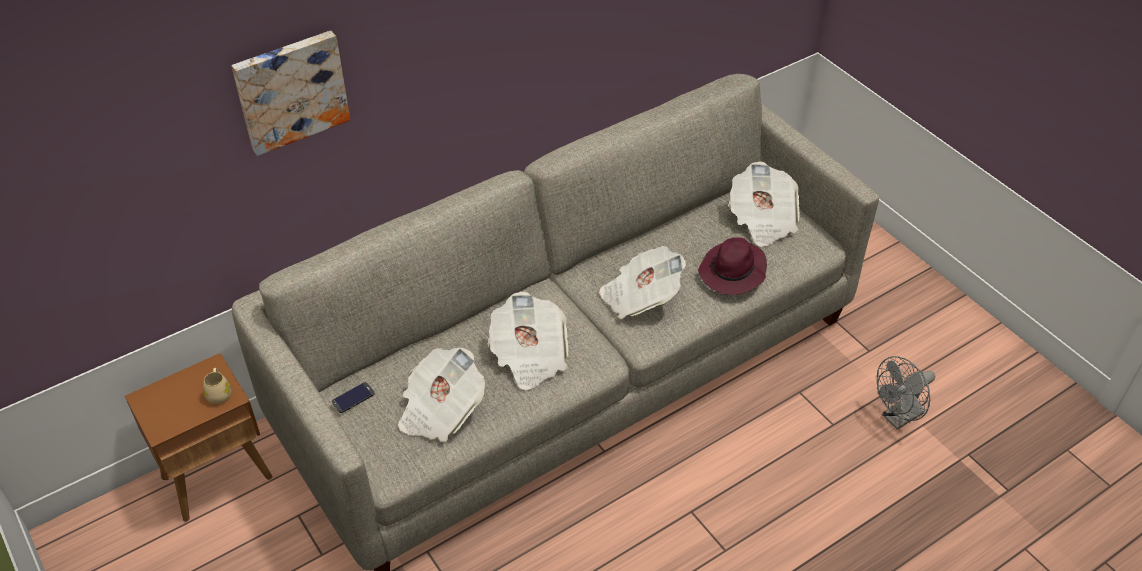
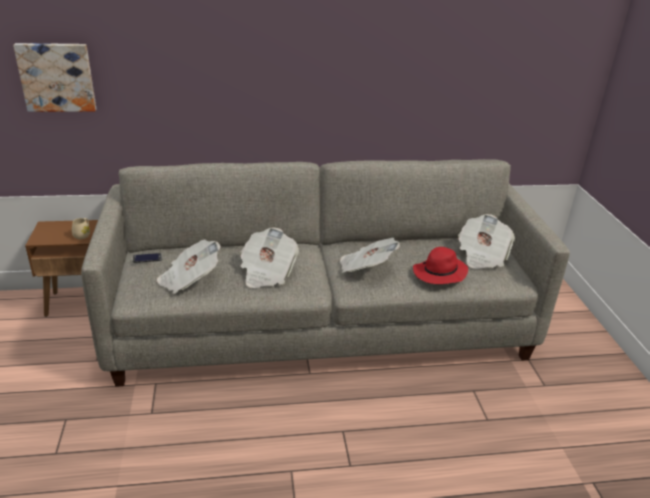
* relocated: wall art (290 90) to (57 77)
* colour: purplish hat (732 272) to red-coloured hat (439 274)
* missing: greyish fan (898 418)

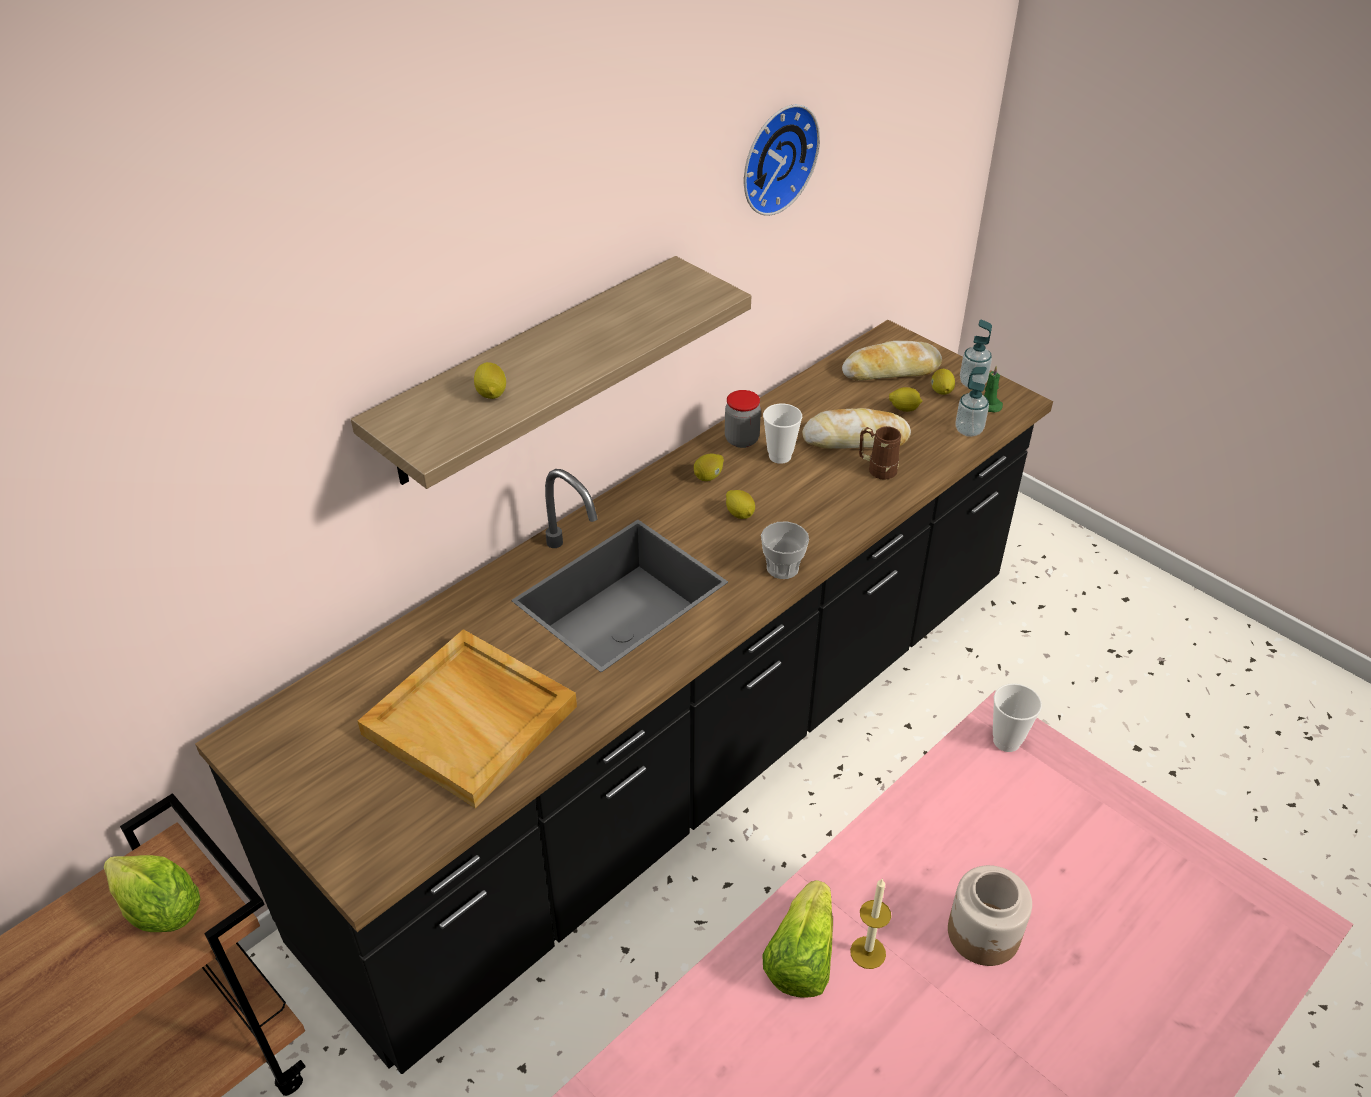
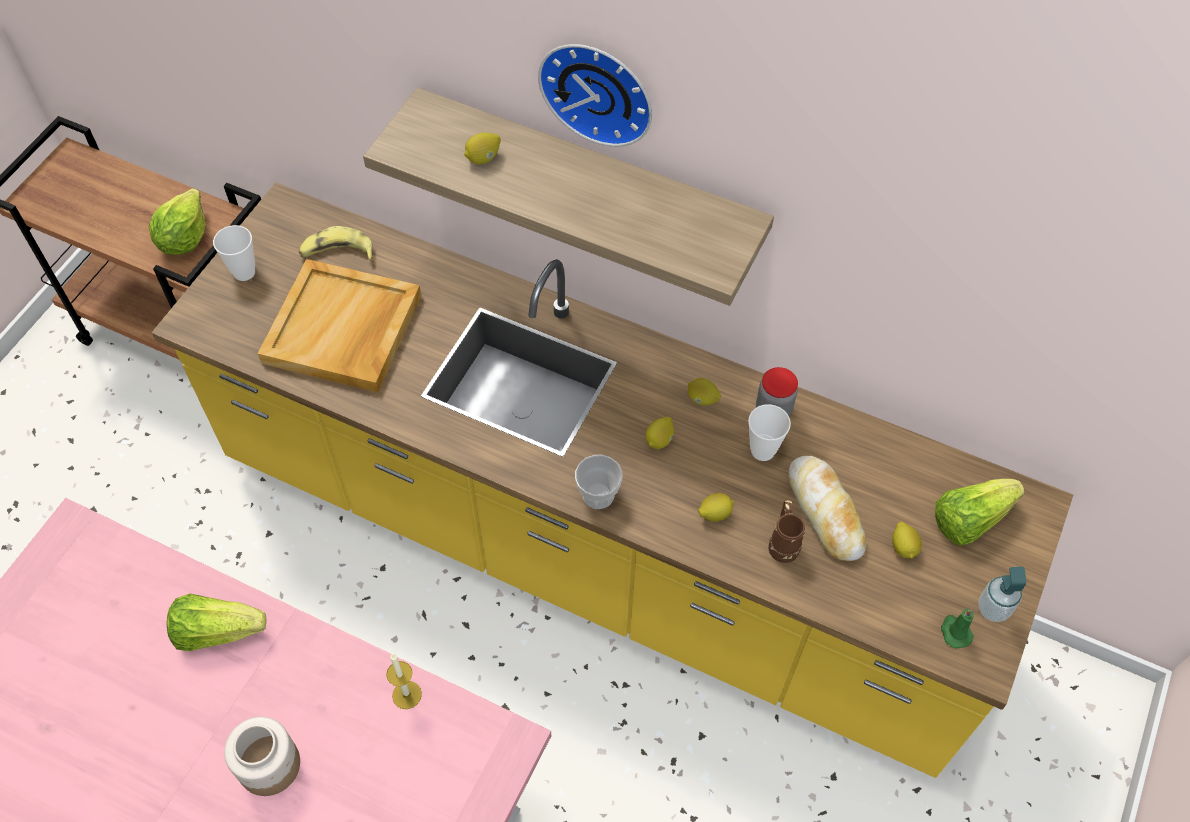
* colour: blackish kitchen base unit (685 751) to yellow-coloured kitchen base unit (593 548)
* relocated: clock on the wall (775 157) to (599 89)
* exchanged: baked bread (891 370) to lettuce (969 519)
* relocated: wax candle (868 952) to (406 695)
* relocated: lemon (941 392) to (714 513)
* missing: soap dispenser (968 430)
* relocated: cup (1006 741) to (244 272)
* appeared: whole banana (337 252)

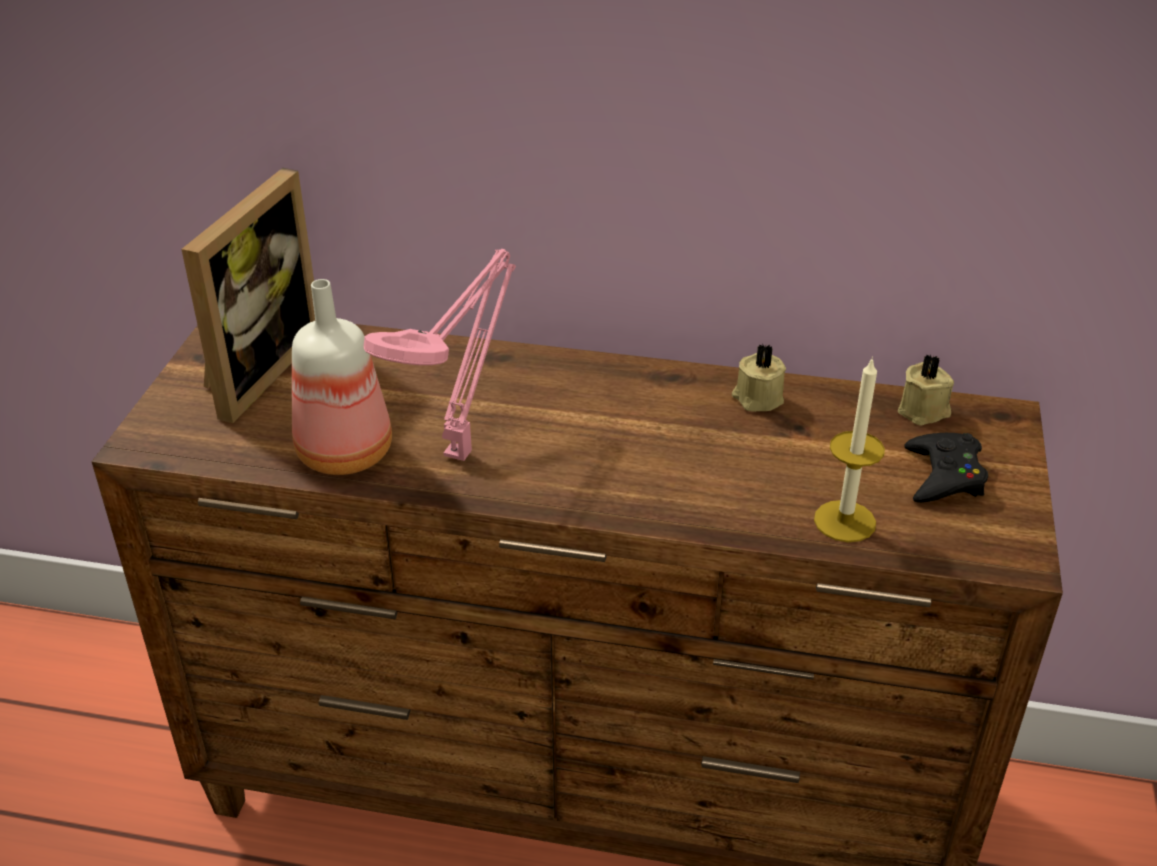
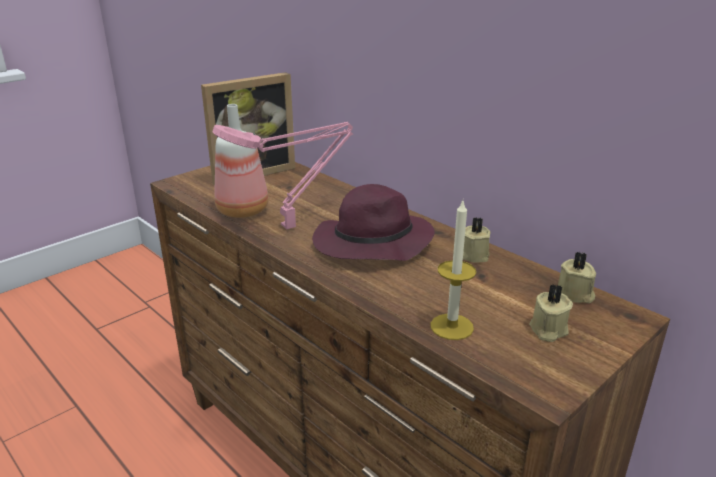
* exchanged: blackish game controller (944 476) to beige wax candle (547 330)
* appeared: purplish hat (371 244)

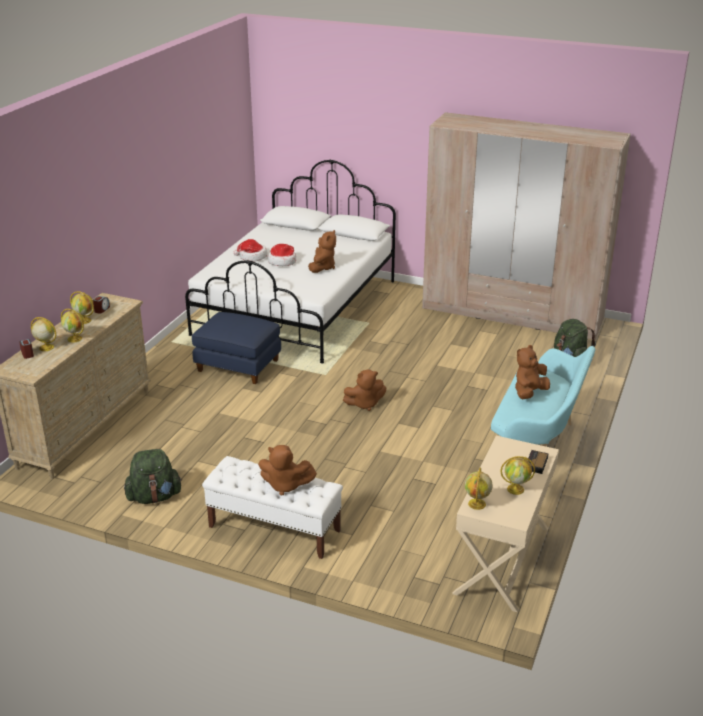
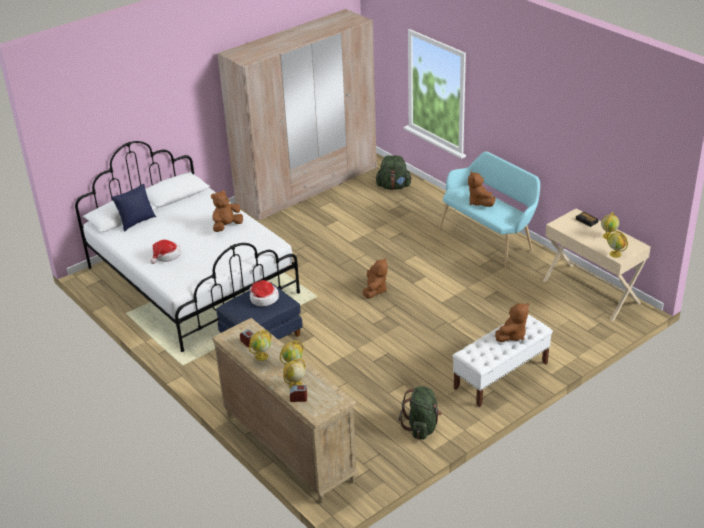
* relocated: hat (282 261) to (263 298)
* spun: brown cuddly toy (322 267) = (227 226) 90 degrees counterclockwise
* appeared: blue cushion (136 222)

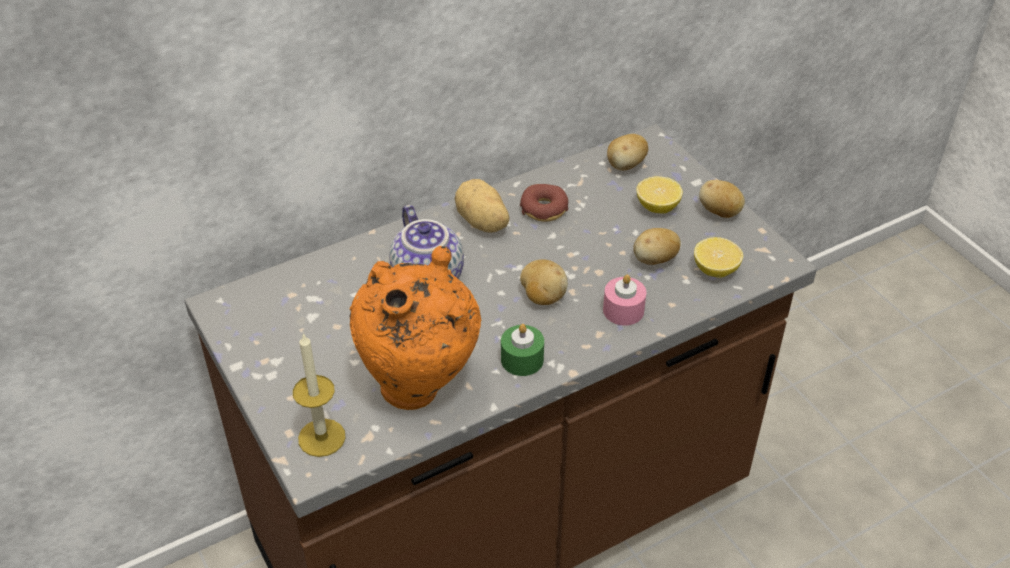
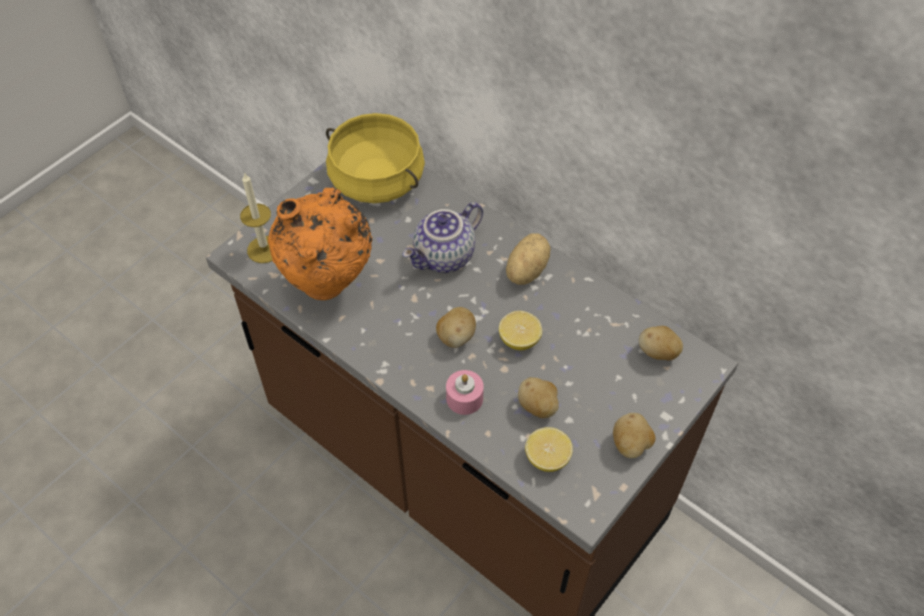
* missing: greenish wax candle (522 359)
* missing: ring doughnut (544 209)
* relocated: lemon (657 207) to (519 340)
* appeared: yellow-coloured stockpot (376 180)

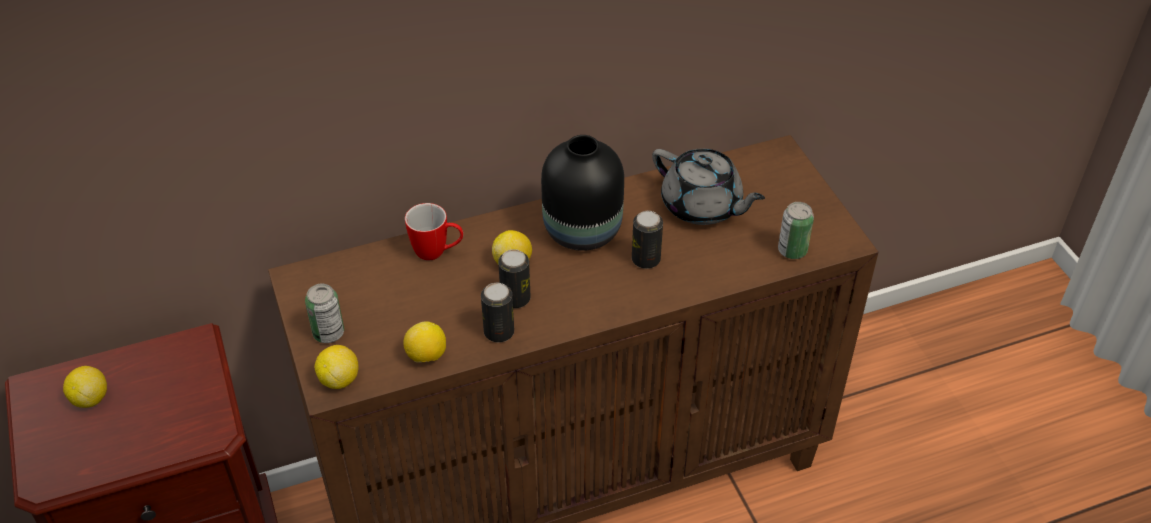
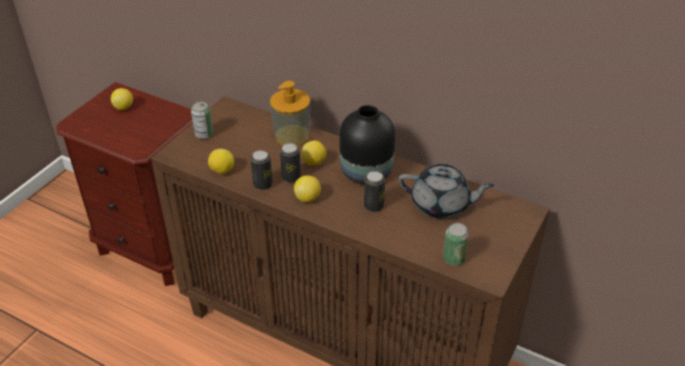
* relocated: lemon (339 379) to (308 198)
* exchanged: coffee mug (437 252) to soap dispenser (292 136)
* spun: greyish teapot (702 206) = (441 205) 75 degrees counterclockwise

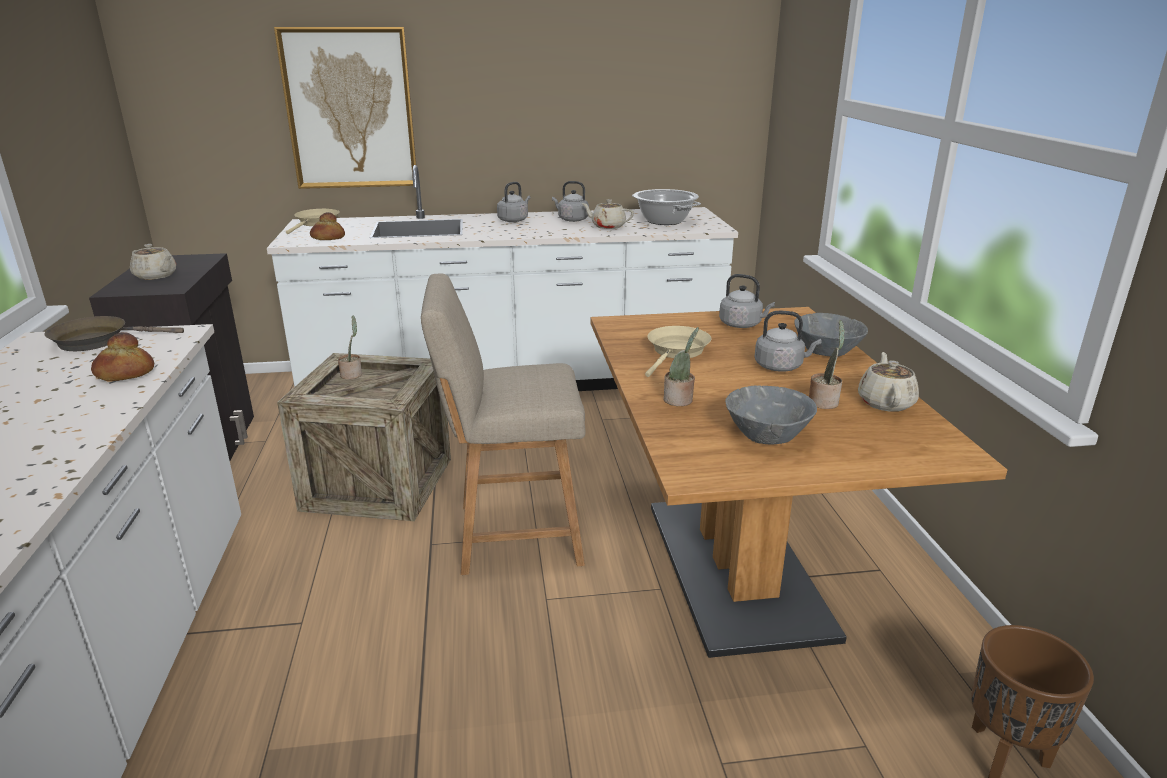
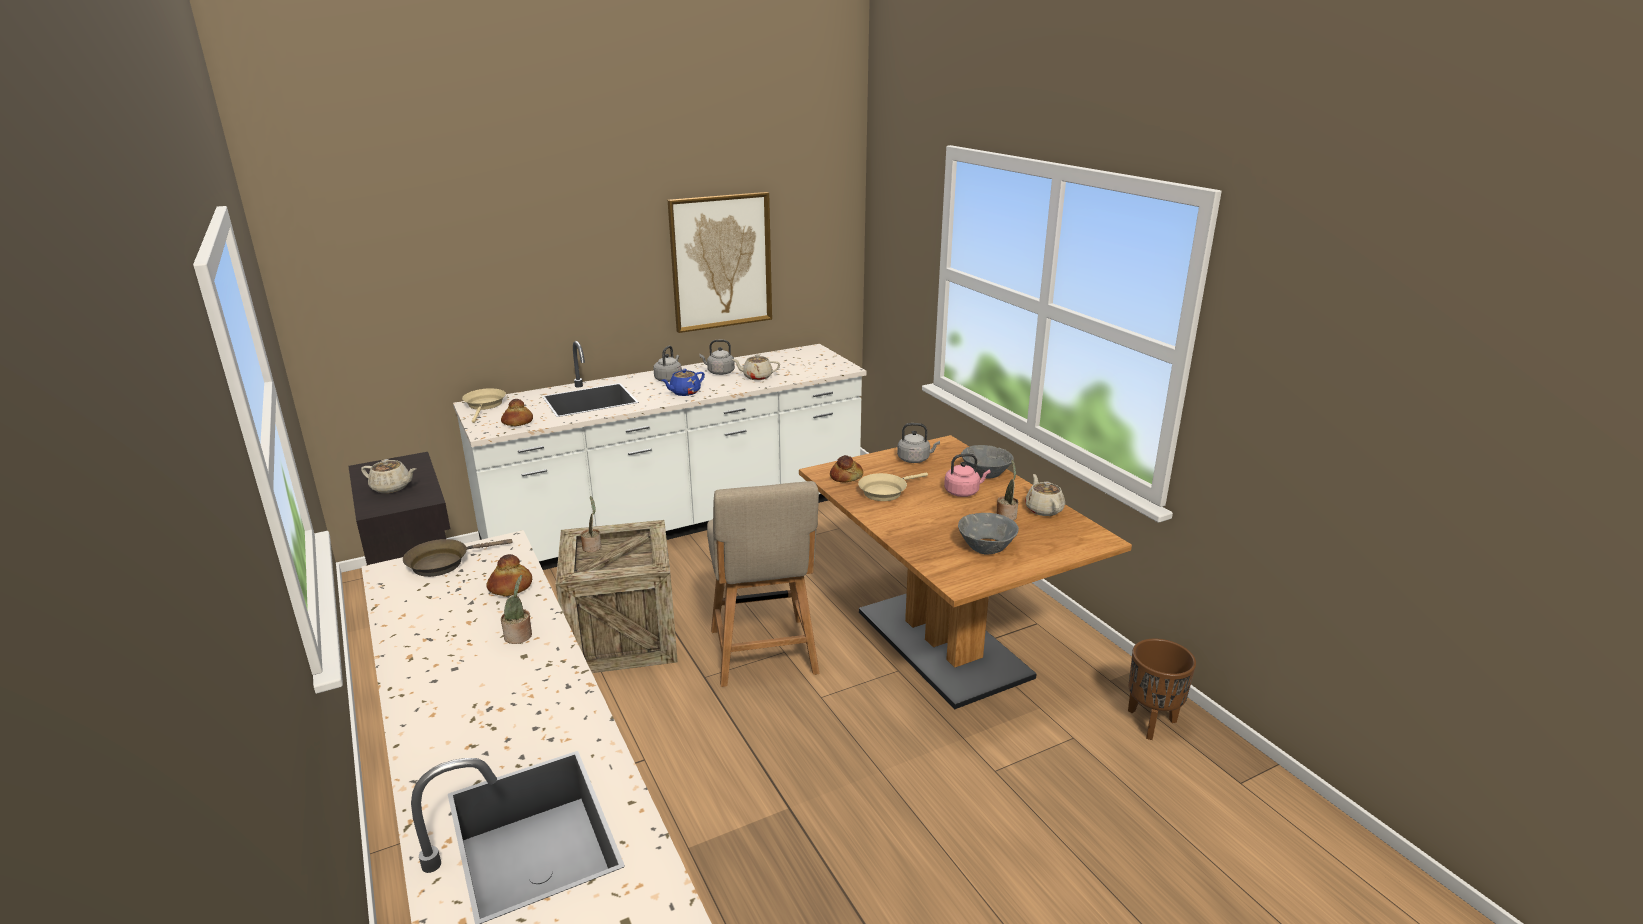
* relocated: wall art (350 109) to (721 262)
* spun: beige plain chair (511 534) = (764 655) 75 degrees counterclockwise
* missing: stockpot (664 221)
* spun: beige frying pan (676 352) = (885 491) 135 degrees counterclockwise
* relocated: houseplant (679 400) to (519 636)
* colour: greyish kettle (781 366) to pink-coloured kettle (963 492)
* appeared: blue teapot (684 392)
* appeared: baked bread (846 477)

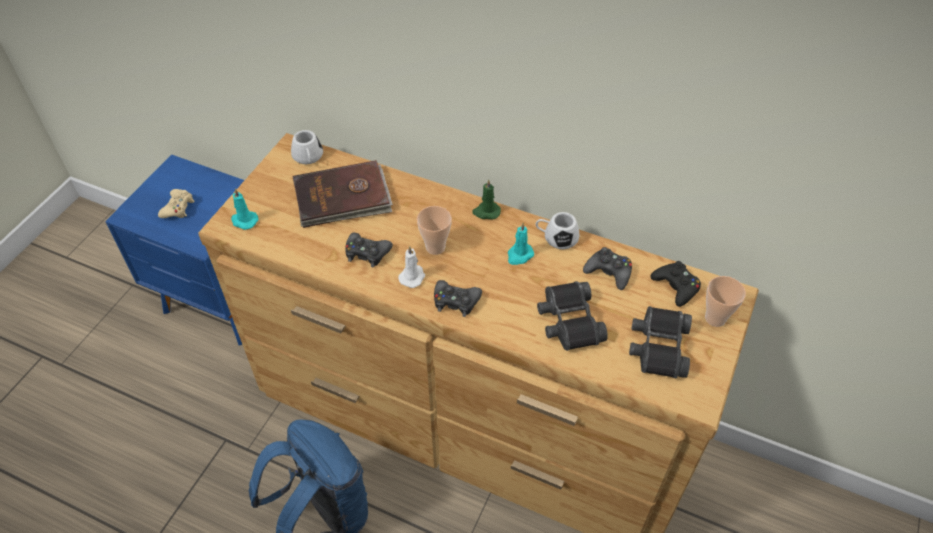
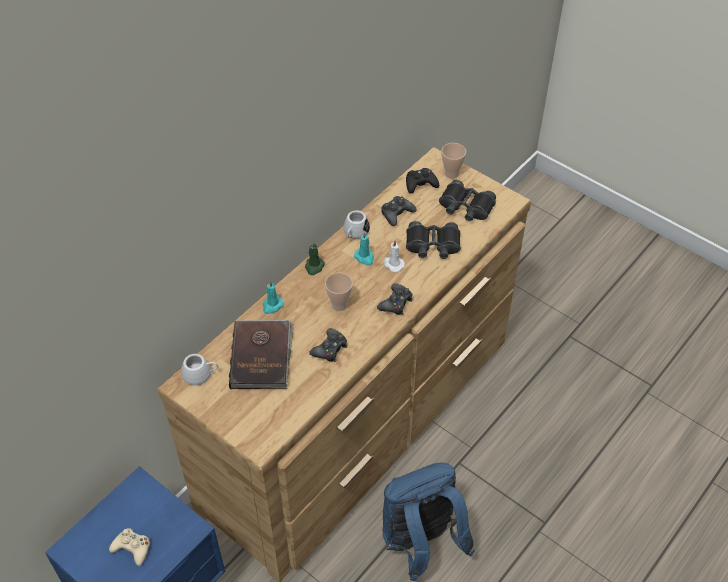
* relocated: turquoise-coloured wax candle (244 221) to (272 306)
* relocated: white wax candle (412 276) to (393 264)

